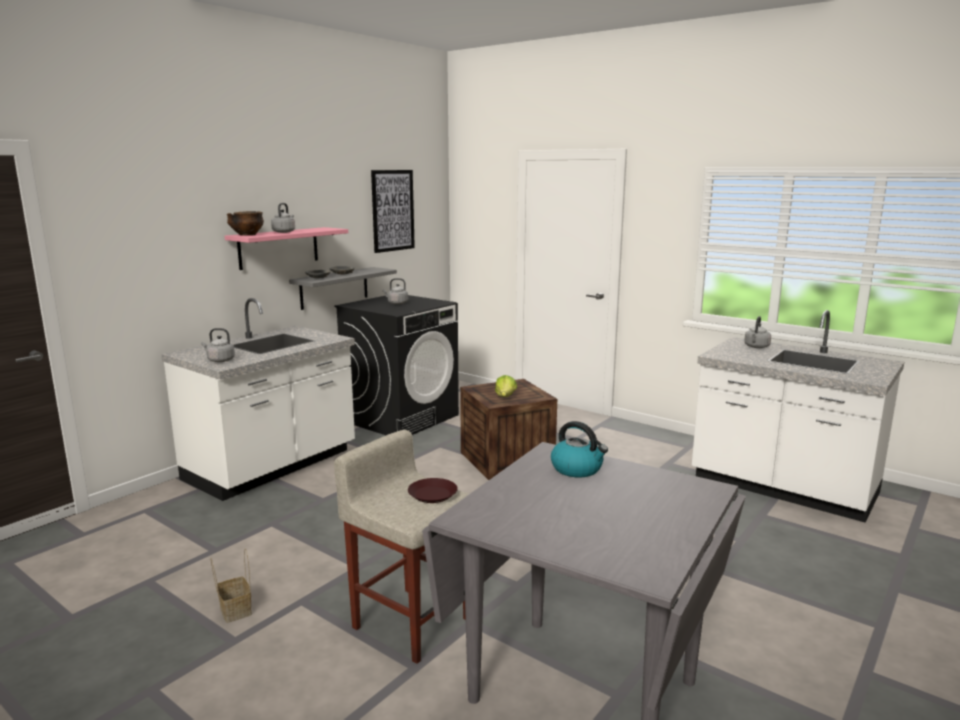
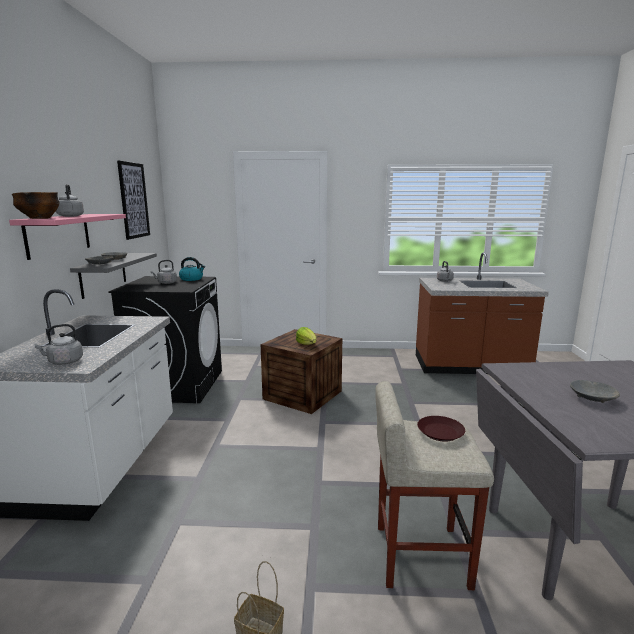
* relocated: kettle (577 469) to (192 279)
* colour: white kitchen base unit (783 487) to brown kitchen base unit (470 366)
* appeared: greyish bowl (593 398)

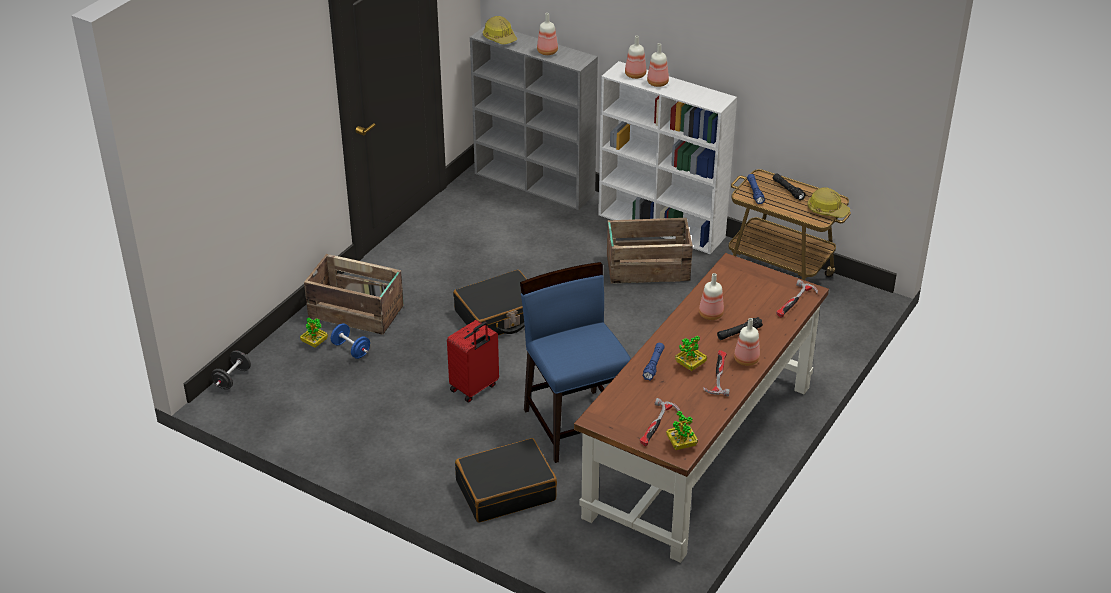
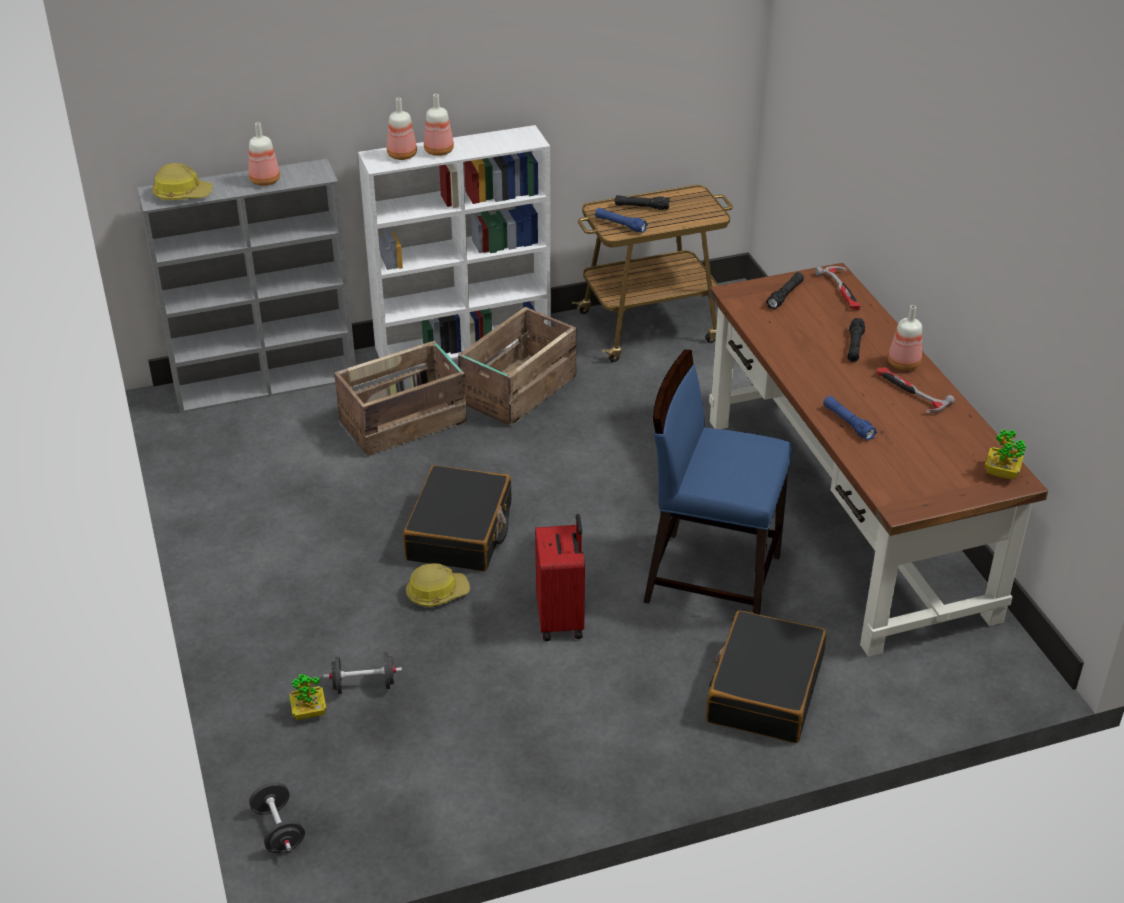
* relocated: shipping crate (357 312) to (405 422)
* colour: blue dumbbell (351 349) to blackish dumbbell (364 685)
* missing: hammer (657 426)
* missing: houseplant (690 365)
* missing: beverage bottle (711 315)
* relocated: hard hat (827 210) to (437 593)
* appeared: blackish hand torch (785 295)

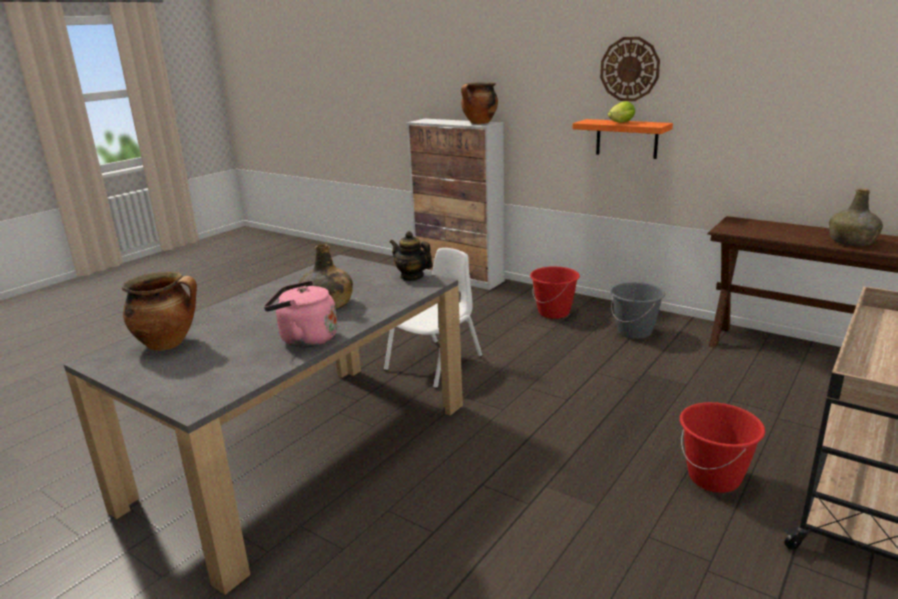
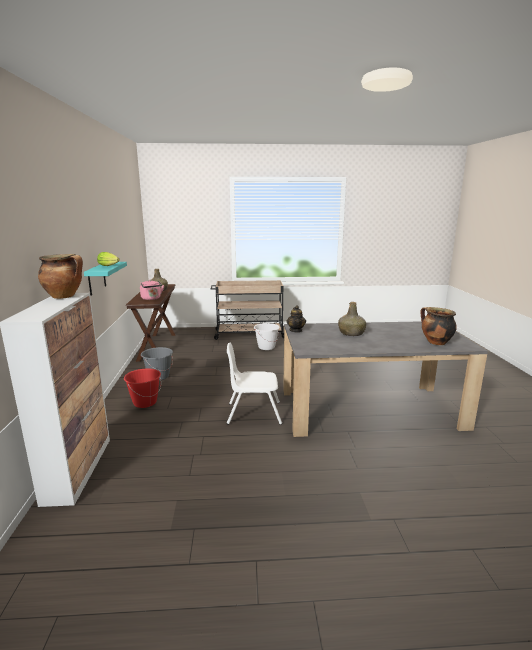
* relocated: pink-coloured kettle (305 339) to (151 299)
* colour: orangey wall shelf (626 138) to turquoise-coloured wall shelf (96 278)
* missing: clock on the wall (629 69)
* colour: red-coloured bucket (714 478) to white bucket (266 347)

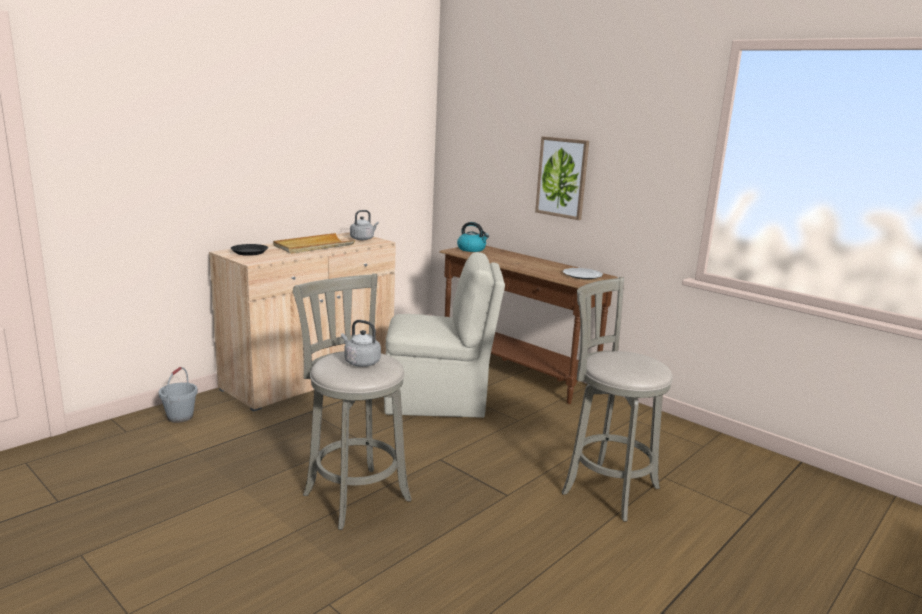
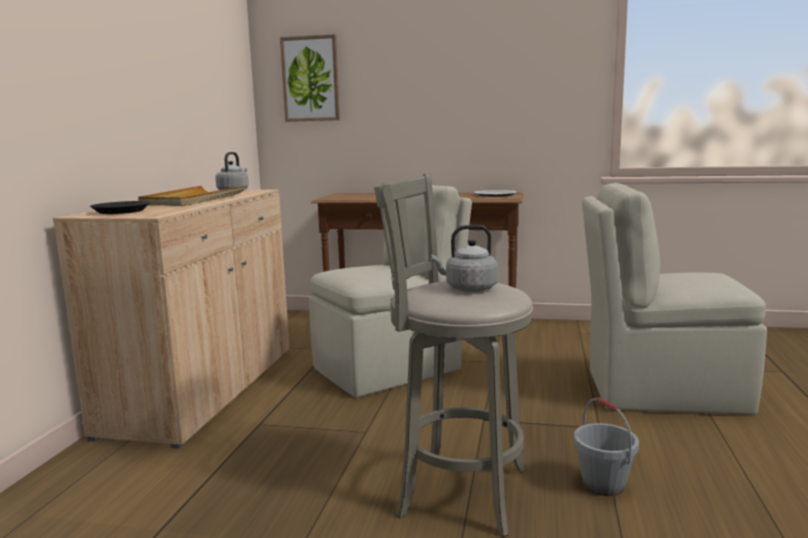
* relocated: greyish bucket (180 417) to (603 484)
* missing: kettle (472 249)
* relocated: wall art (562 177) to (311 79)
* exchanged: greyish stool seat (605 488) to beige plain chair (660 390)

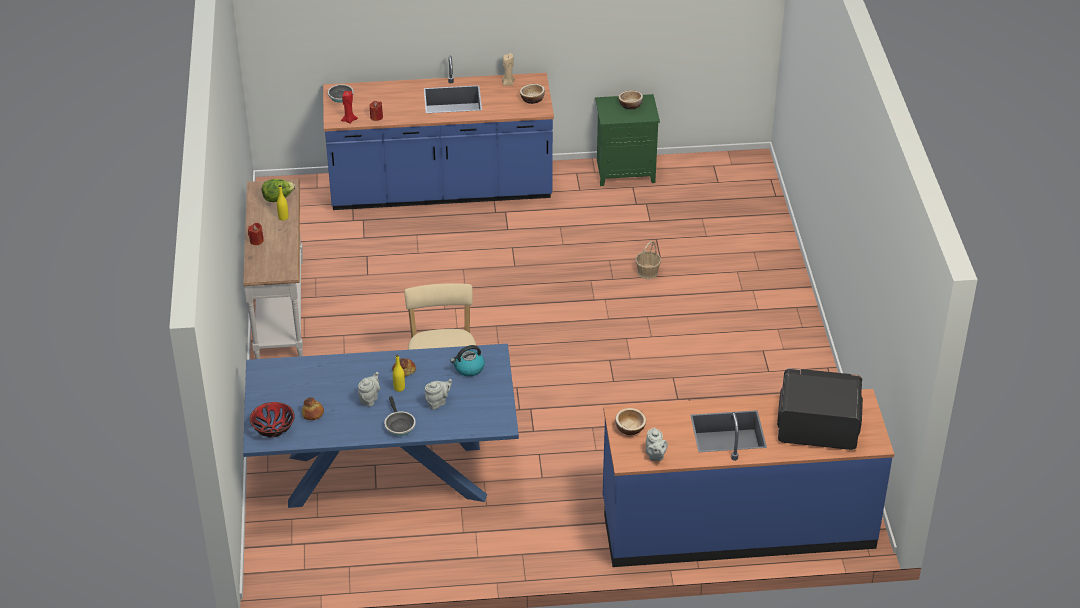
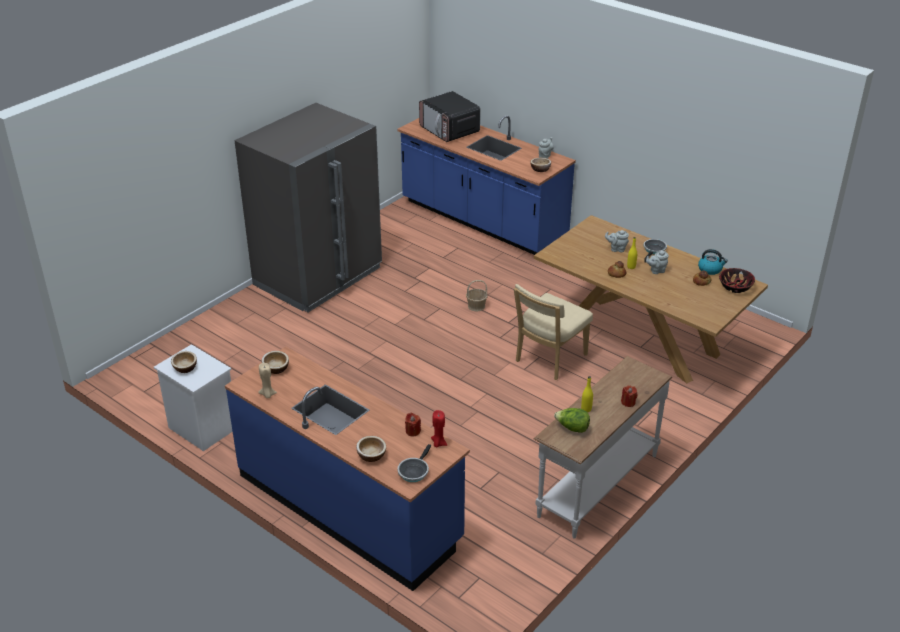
* colour: blue dinner table (385 475) to brown dinner table (640 338)
* relocated: kettle (468 368) to (710 269)
* colour: greenish nightstand (626 171) to white nightstand (201 428)
* relocated: basket (647 272) to (476 306)
* appeared: greyish kitchen fridge (319 277)
* appeared: bowl (371 455)

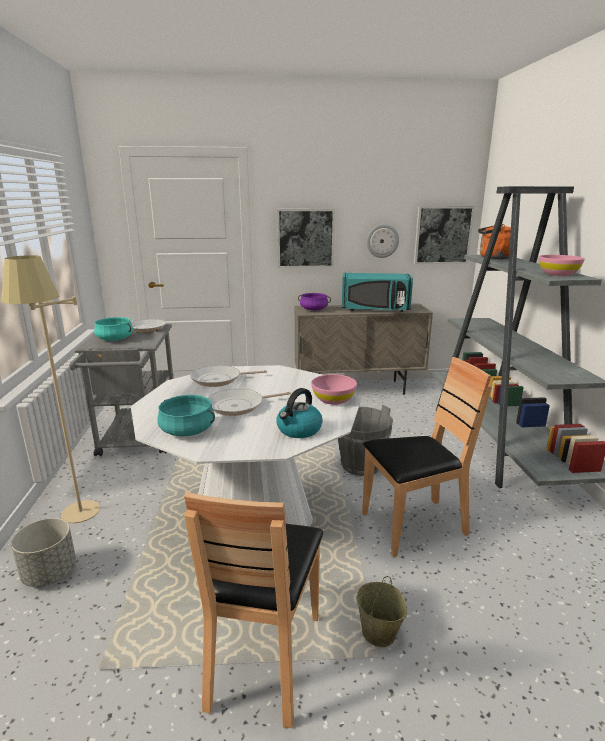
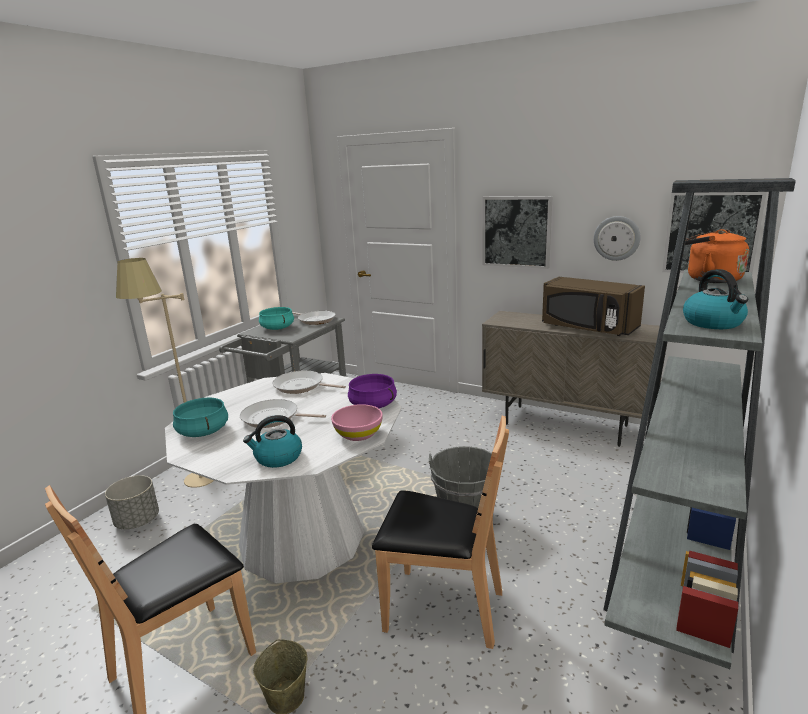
* relocated: purplish stockpot (314 309) to (373 405)
* colour: turquoise-coloured kitchen microwave (375 309) to brown kitchen microwave (588 328)
* exchanged: pink-coloured bowl (558 274) to kettle (713 323)

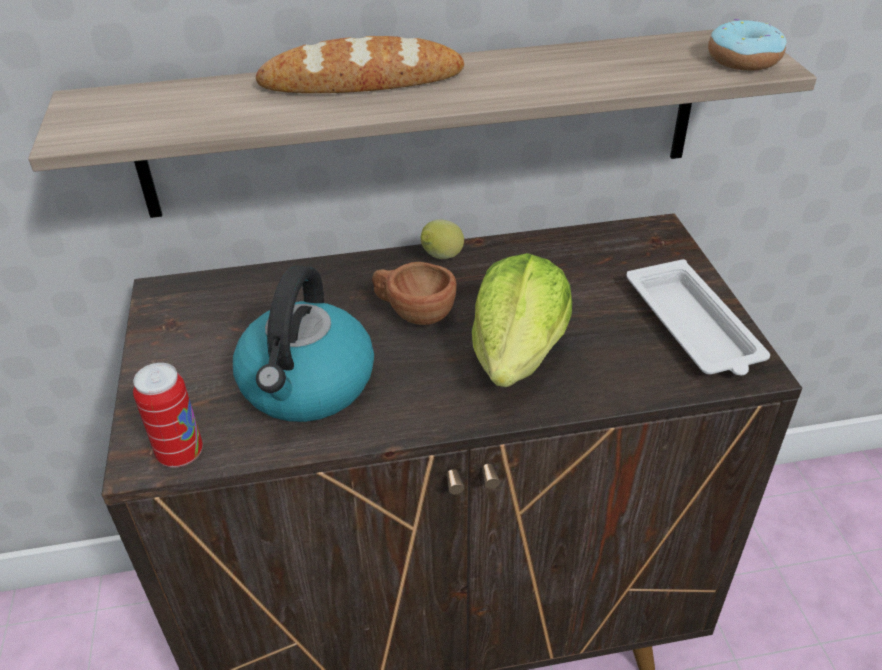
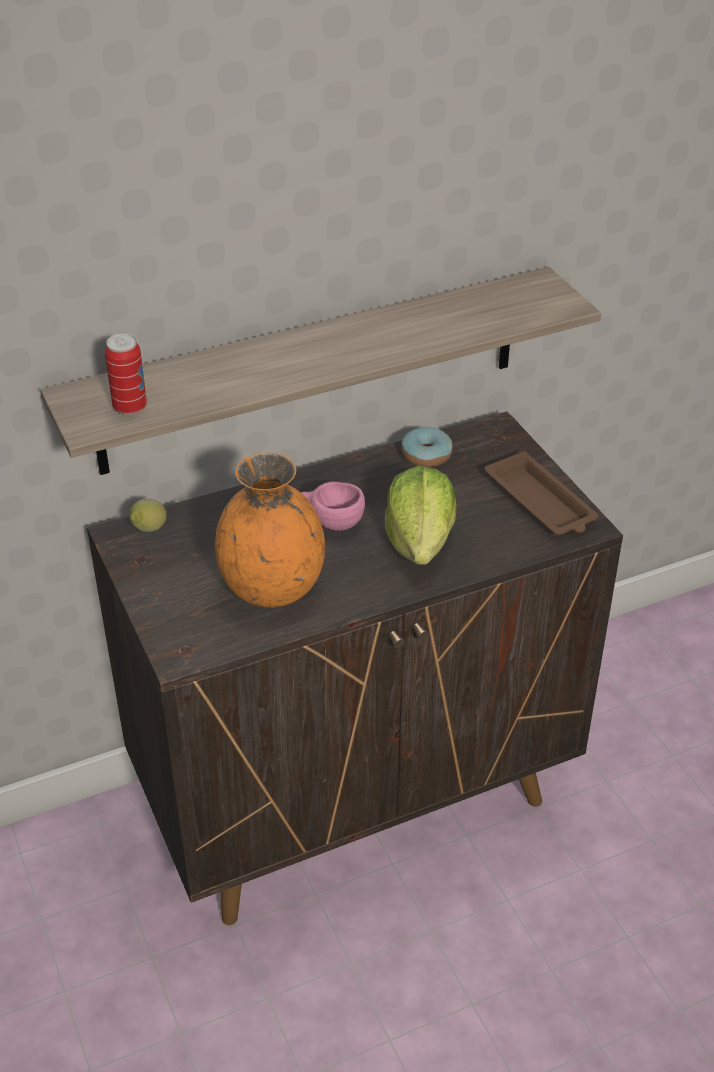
* relocated: sealed can (180 453) to (130 408)
* exchanged: kettle (307 385) to orangey decorative vase (273 587)
* missing: baked bread (362 81)
* colour: brown cup (413 313) to pink-coloured cup (330 522)
* relocated: lemon (441 258) to (148 530)
* colour: white serving tray (693 327) to brown serving tray (541 503)
* relocated: ring doughnut (743 59) to (426 455)

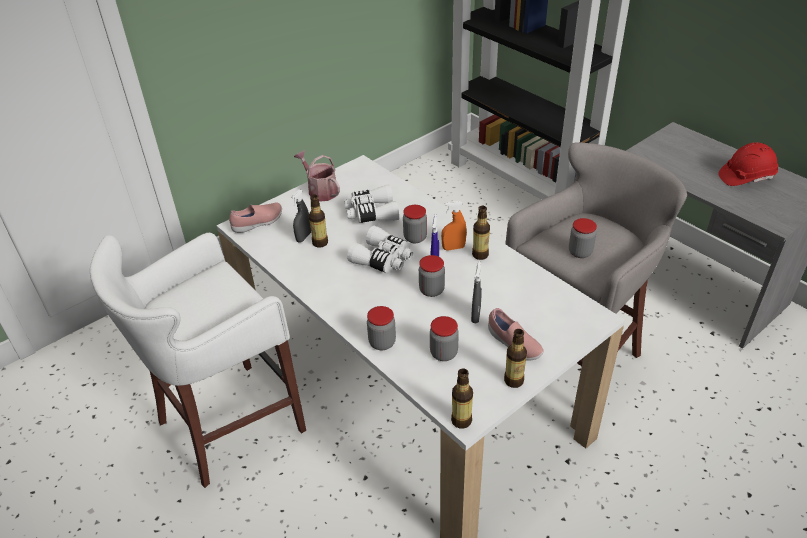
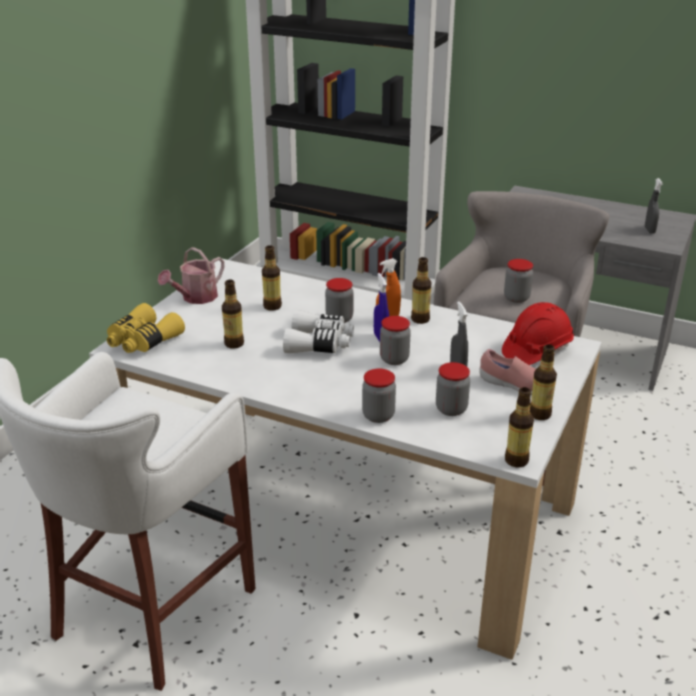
* exchanged: pink-coloured shoe (258 223) to yellow-coloured pair of binoculars (142 341)
* relocated: greyish spray bottle (303 237) to (649 230)
* spun: watering pot (320 191) = (195 298) 75 degrees counterclockwise
* exchanged: white pair of binoculars (371 213) to beverage bottle (272 306)
* relocated: red-coloured hard hat (746 177) to (536 350)

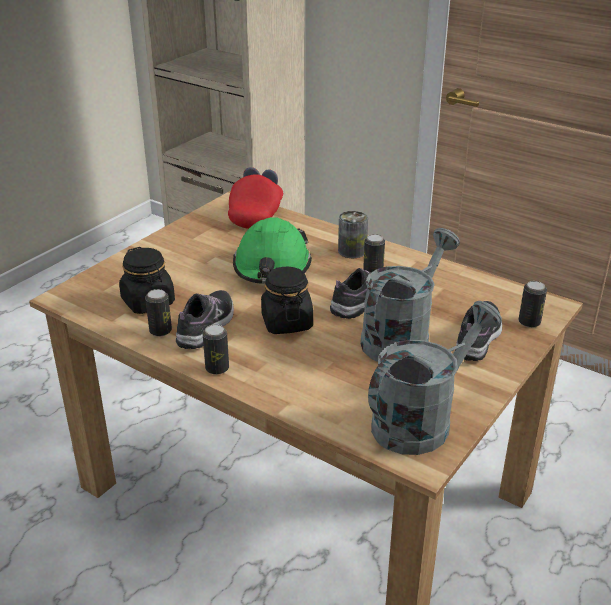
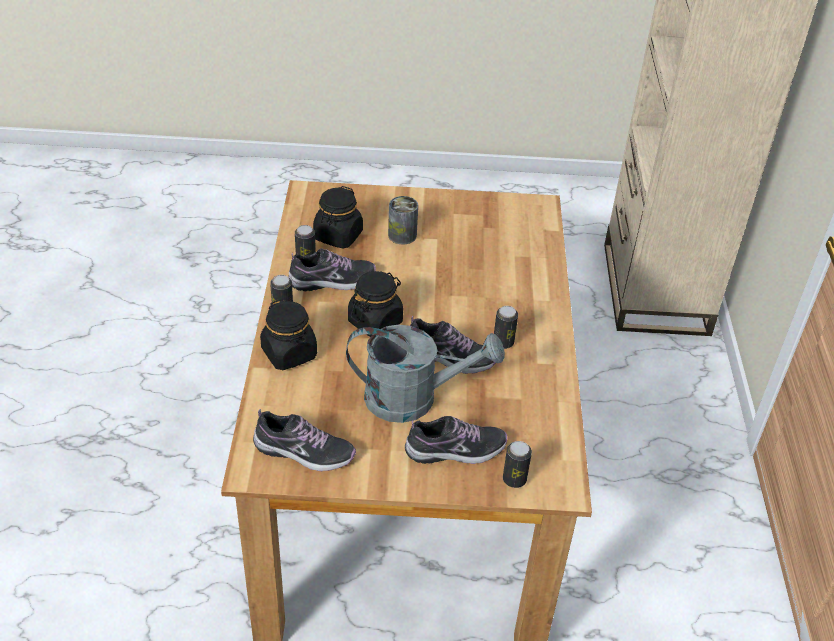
* missing: red-coloured baseball cap (256 214)
* missing: greenish hard hat (272 267)
* relocated: sealed can (352 251) to (402 235)
* exchanged: greyish watering pot (421 420) to shoe (304 452)
* appeared: blackish jar (289 353)

